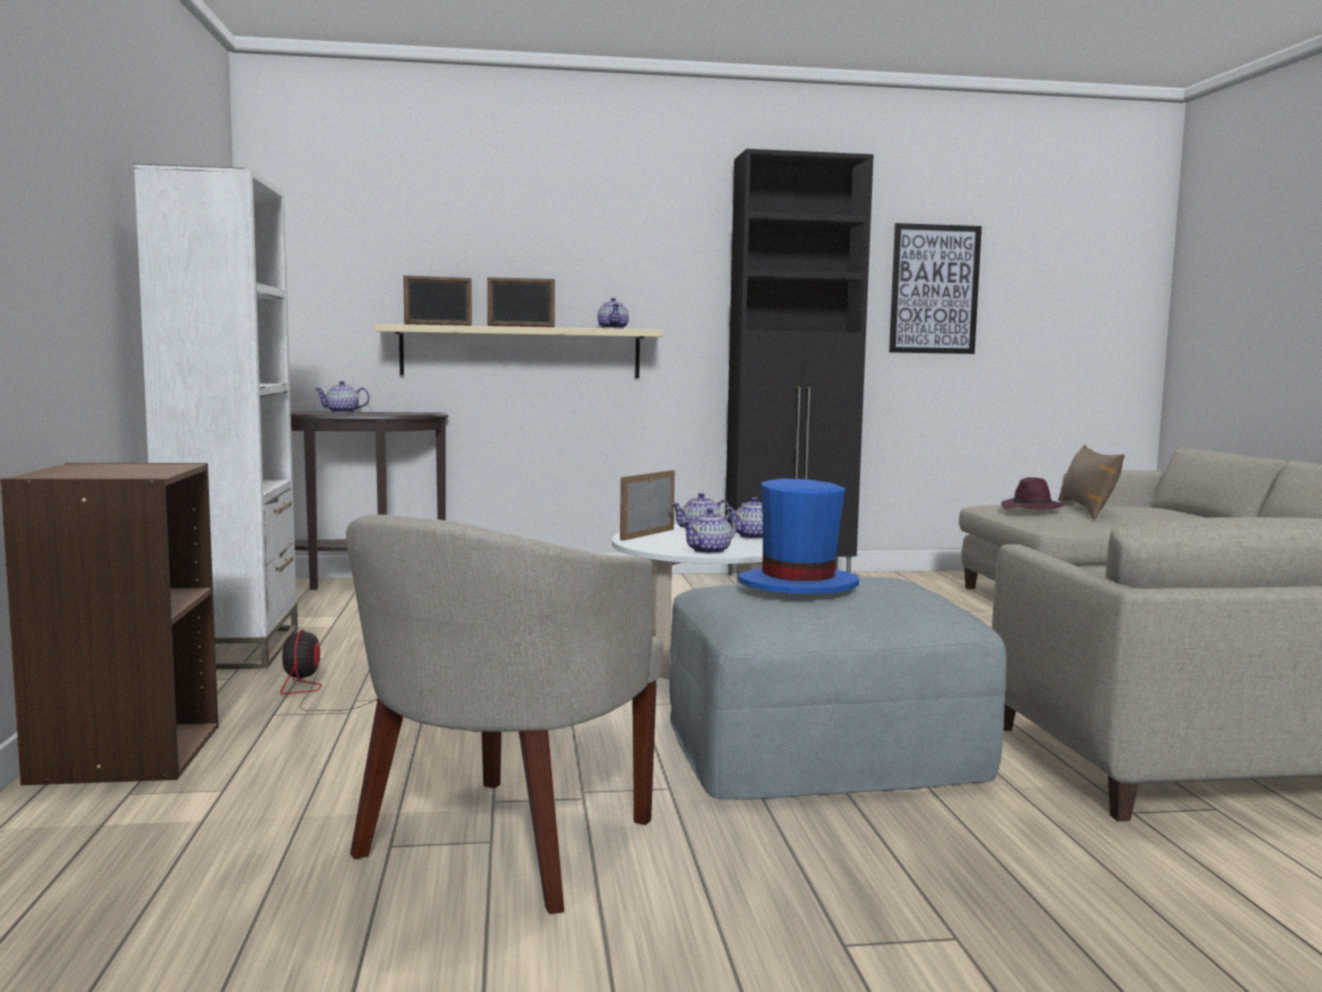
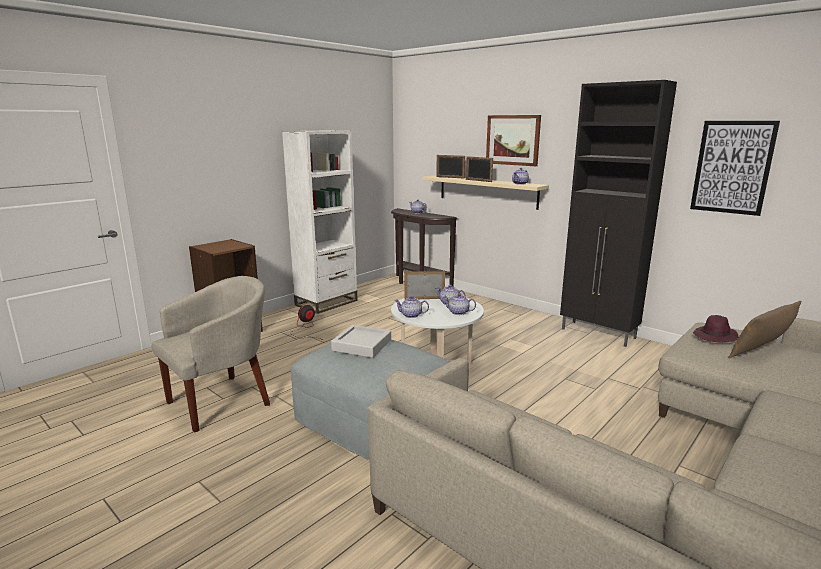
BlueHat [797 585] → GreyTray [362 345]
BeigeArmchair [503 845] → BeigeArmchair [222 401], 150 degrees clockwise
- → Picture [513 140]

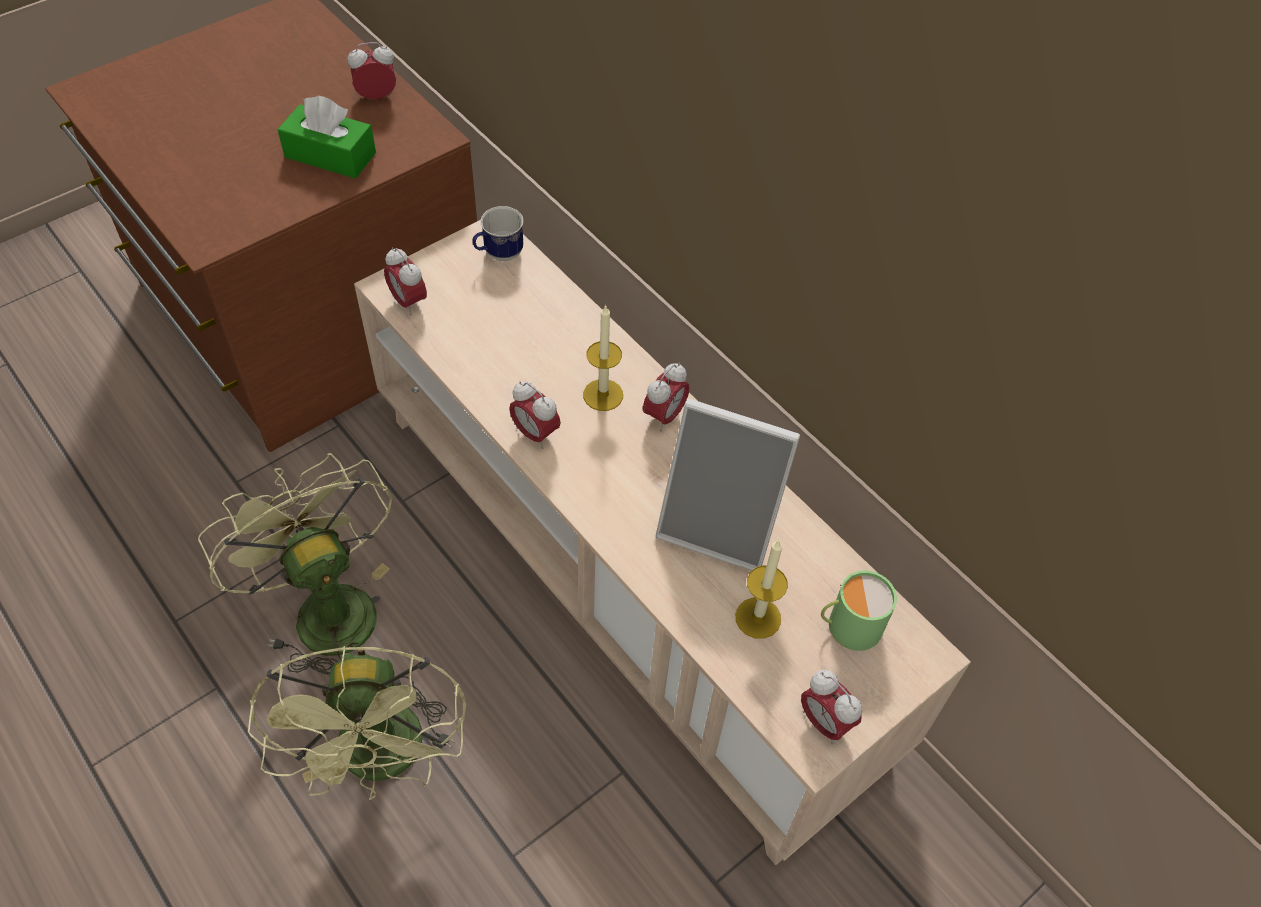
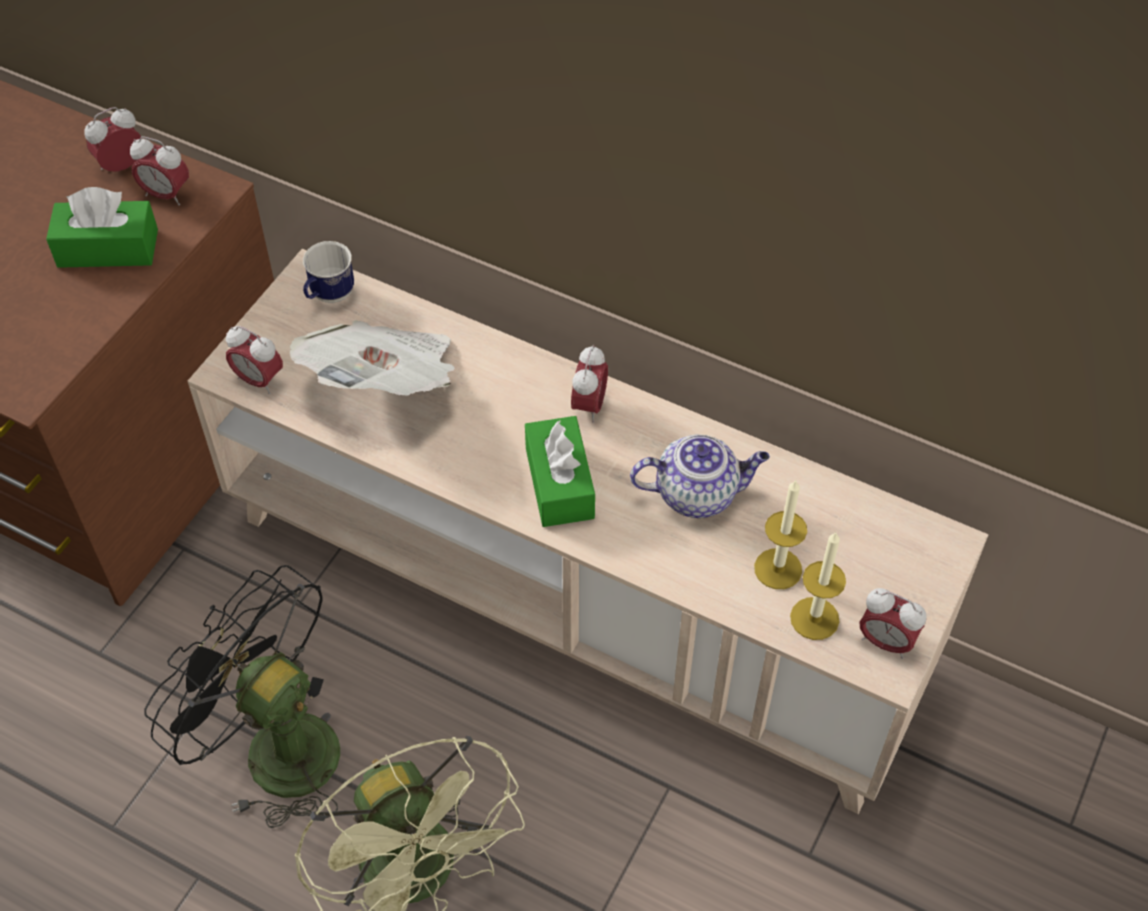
Candle [603 395] → Candle [814 618], moved
AlarmClock [535 434] → AlarmClock [166 195], moved
PictureFrame [720 525] → Teapot [698 493]
GreenFan [325 607] → BlackFan [274 747]
GreenMug [848 625] → -
- → Newspaper [385 383]
- → GreenTissueBox [559 483]

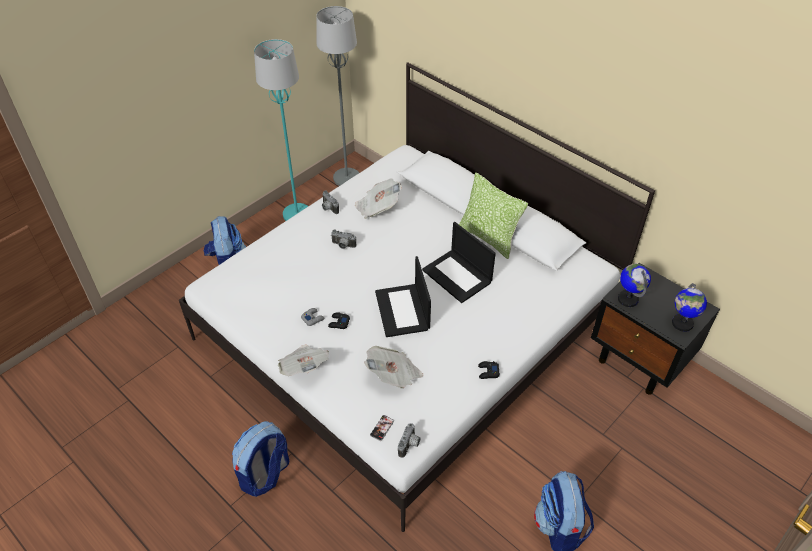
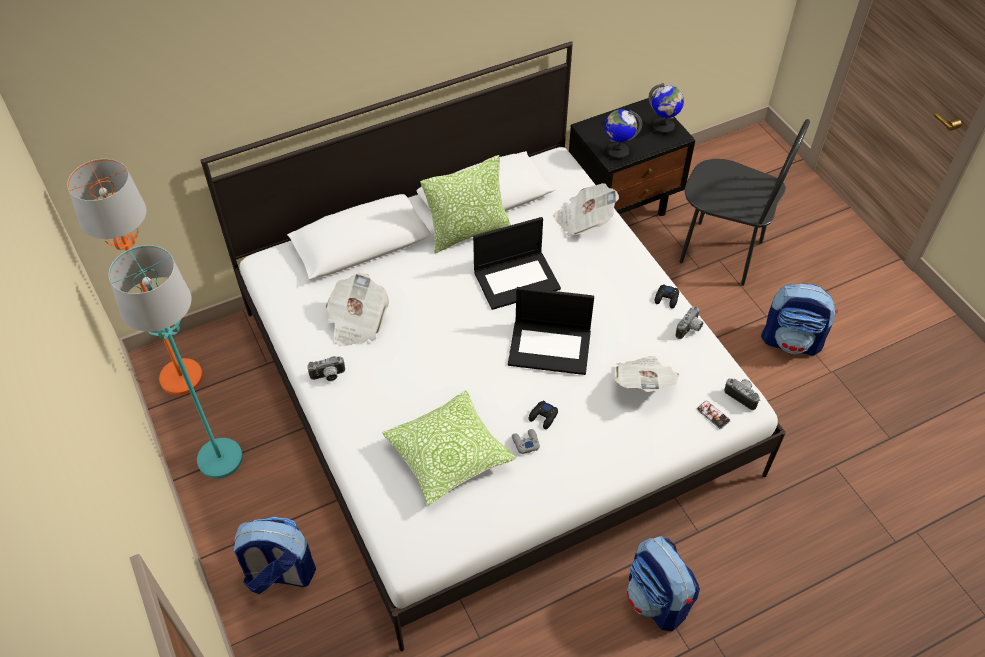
GreyFloorLamp [346 178] → OrangeFloorLamp [181 378]
PhotoCamera [343 246] → PhotoCamera [690 329], moved
Newspaper [304 368] → Newspaper [584 221], moved
- → BlackChair [721 252]
- → Pillow [448 455]

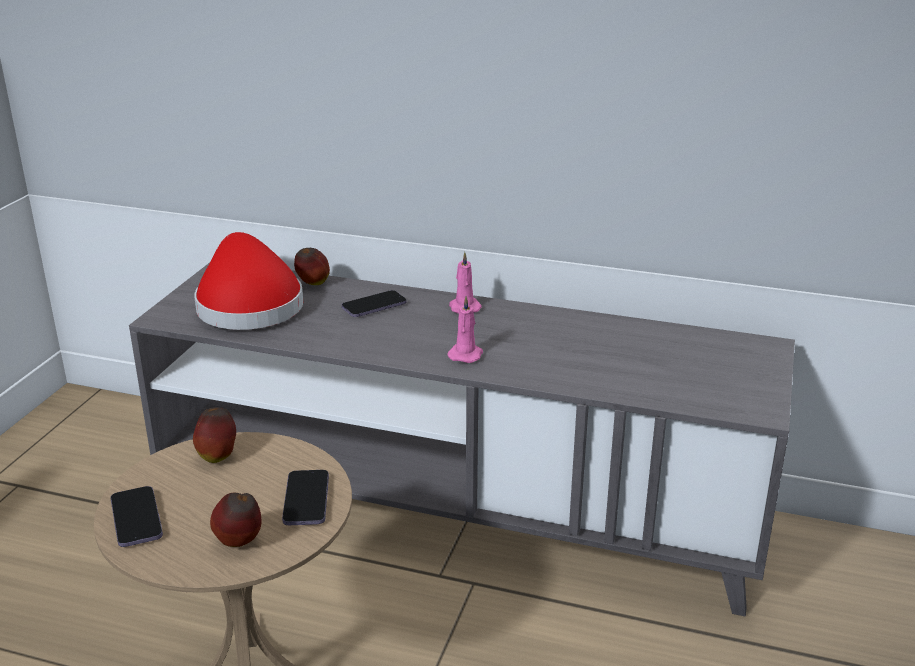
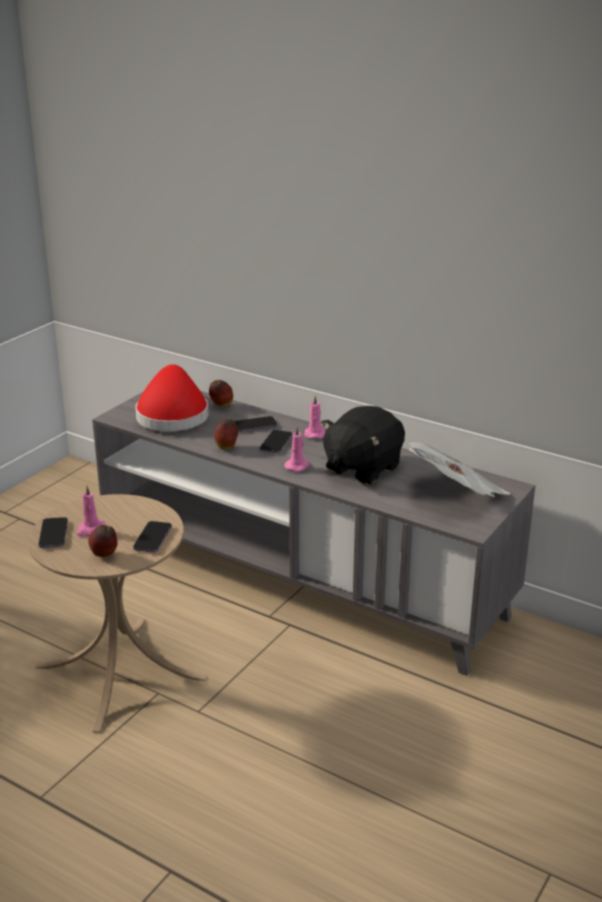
Apple [218 457] → Apple [227 447], moved
- → BlackPlushToy [361 468]
- → Phone [276 443]
- → Newspaper [457 494]
- → PinkCandle [90 530]

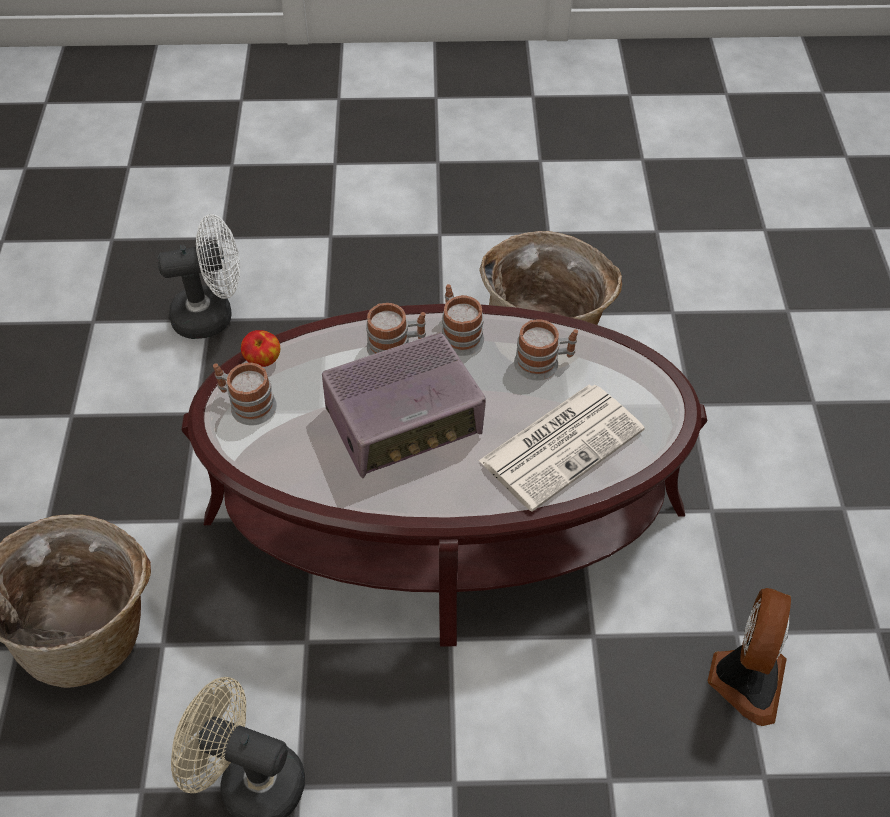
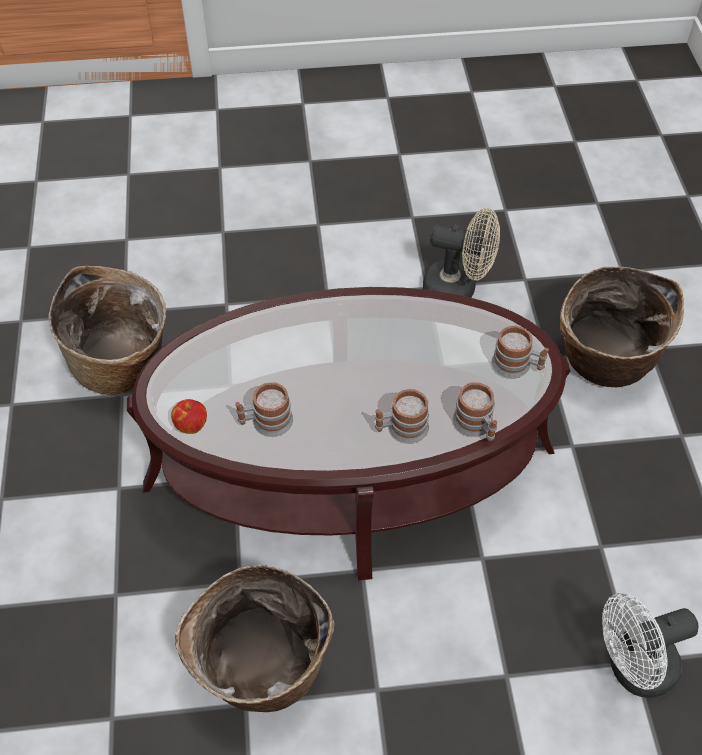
Mug [459 334] → Mug [476 426], moved
Apple [263 360] → Apple [191 425], moved
Radio [405 422] → -
Newspaper [562 444] → -
Fan [744 679] → Basket [123 365]

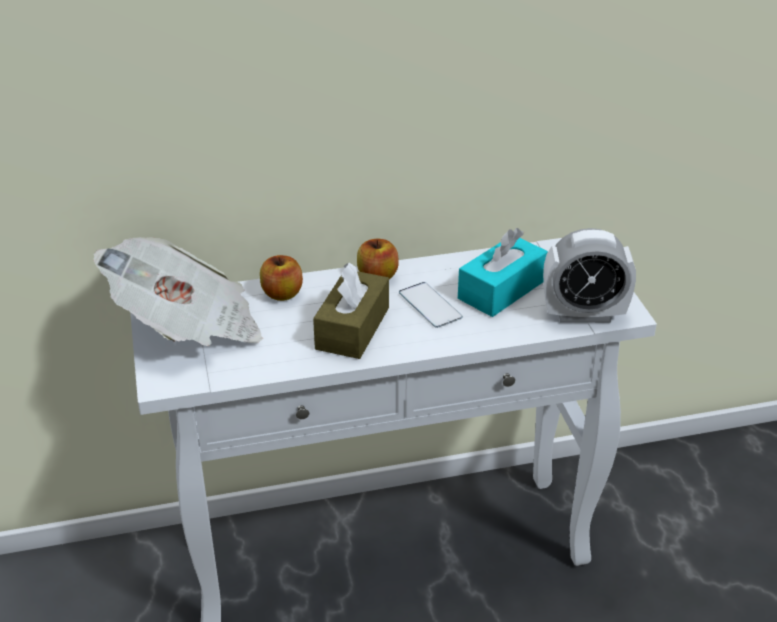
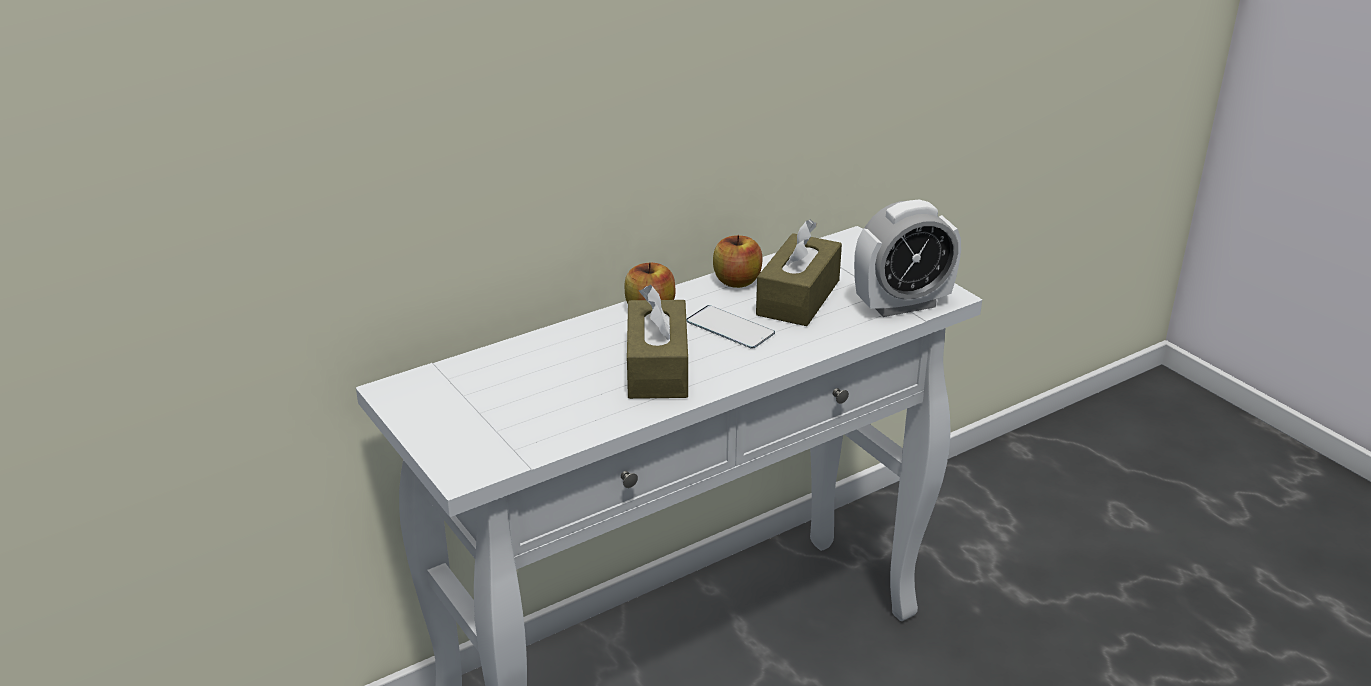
TurquoiseTissueBox [501 290] → BrownTissueBox [798 297]
Newspaper [188 327] → -
Apple [282 294] → Apple [737 281], moved

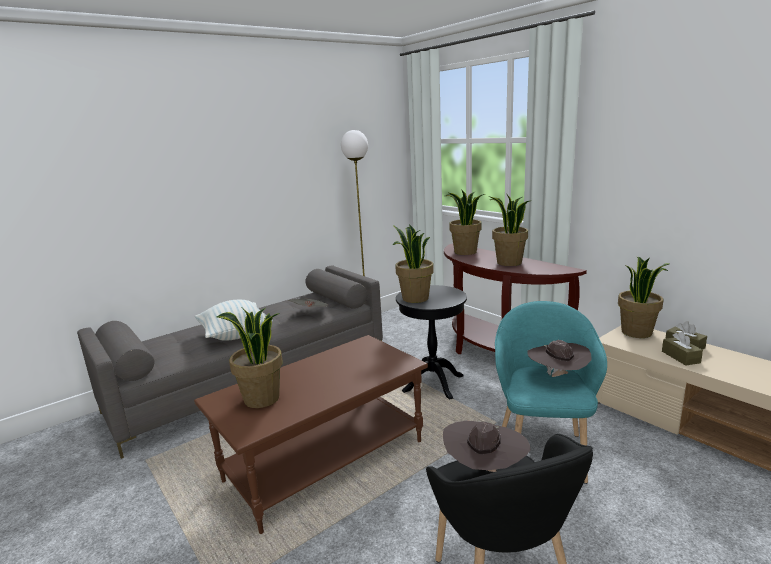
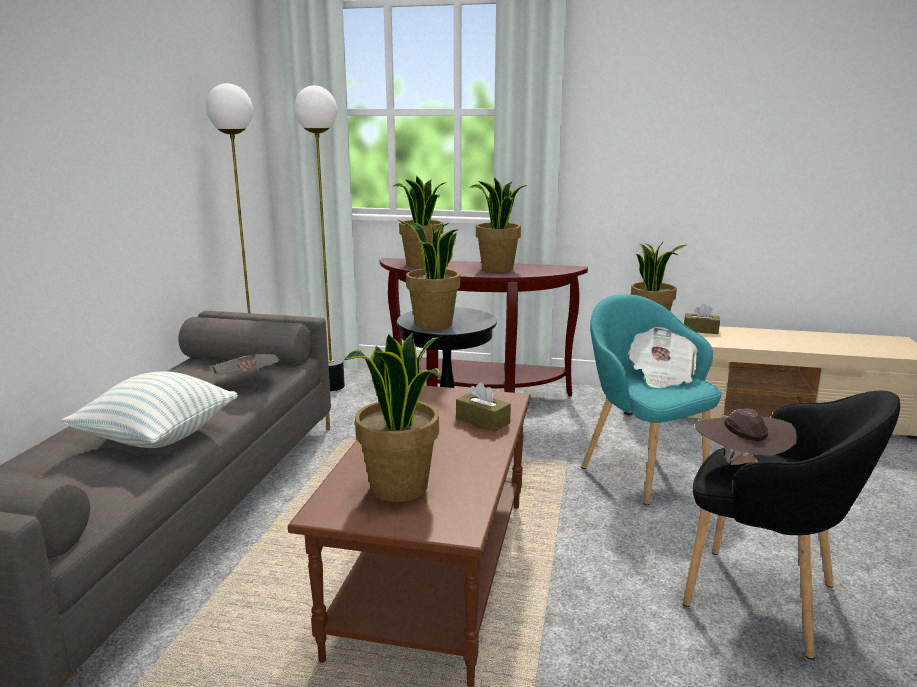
BrownTissueBox [680 357] → BrownTissueBox [482 421], moved
BrownHat [557 377] → Newspaper [660 376]
- → FloorLamp [332 386]

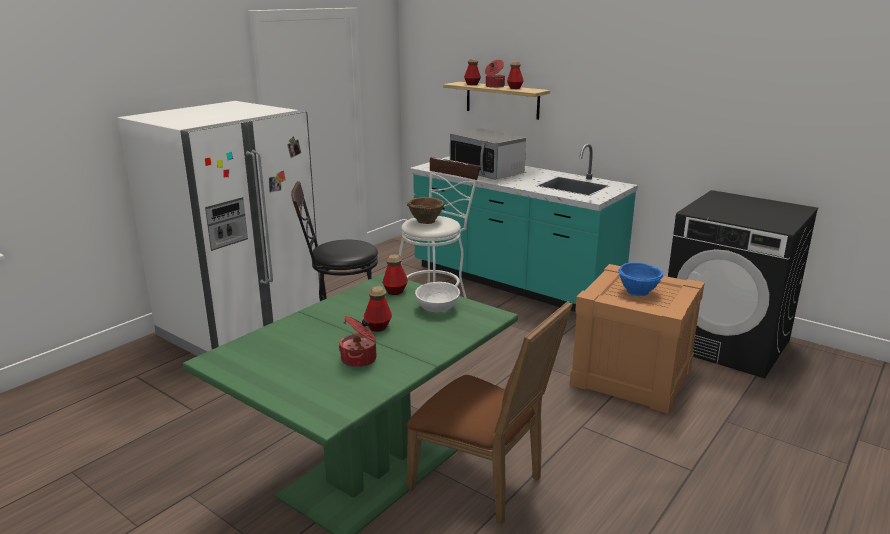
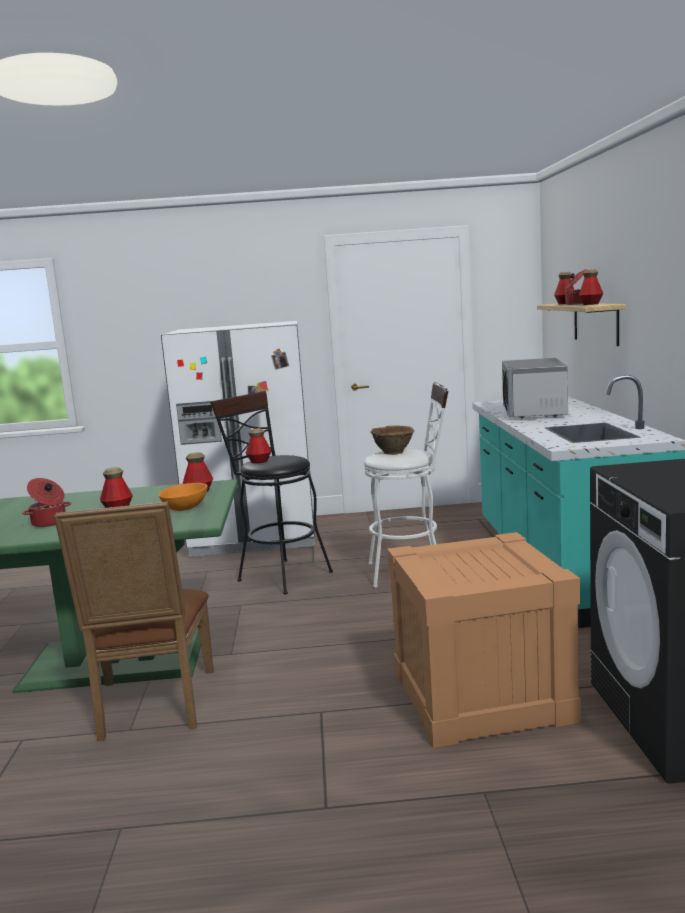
BlueBowl [638 292] → -
WhiteBowl [437 308] → OrangeBowl [185 508]
- → Bottle [259 461]

